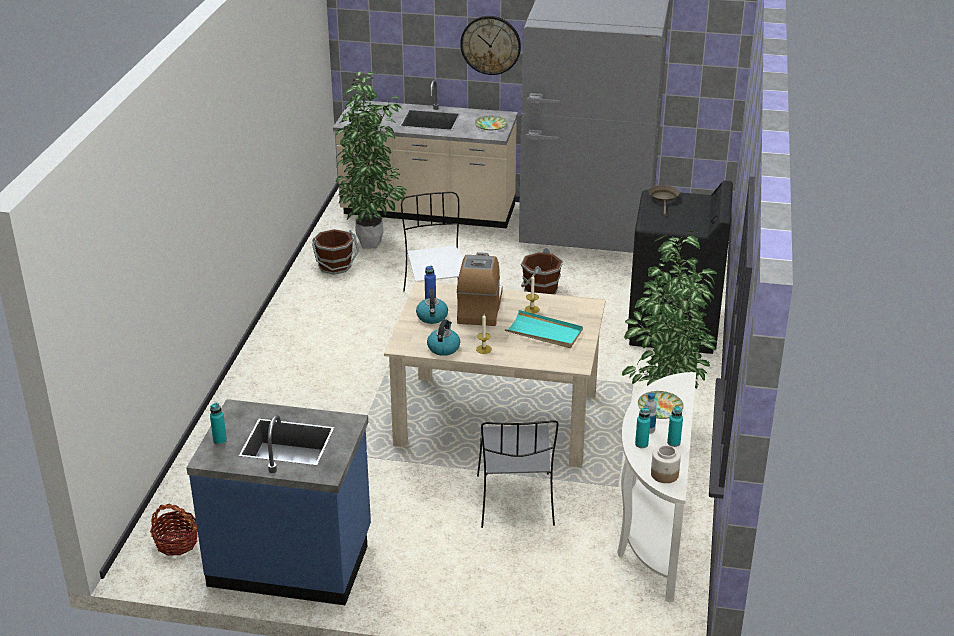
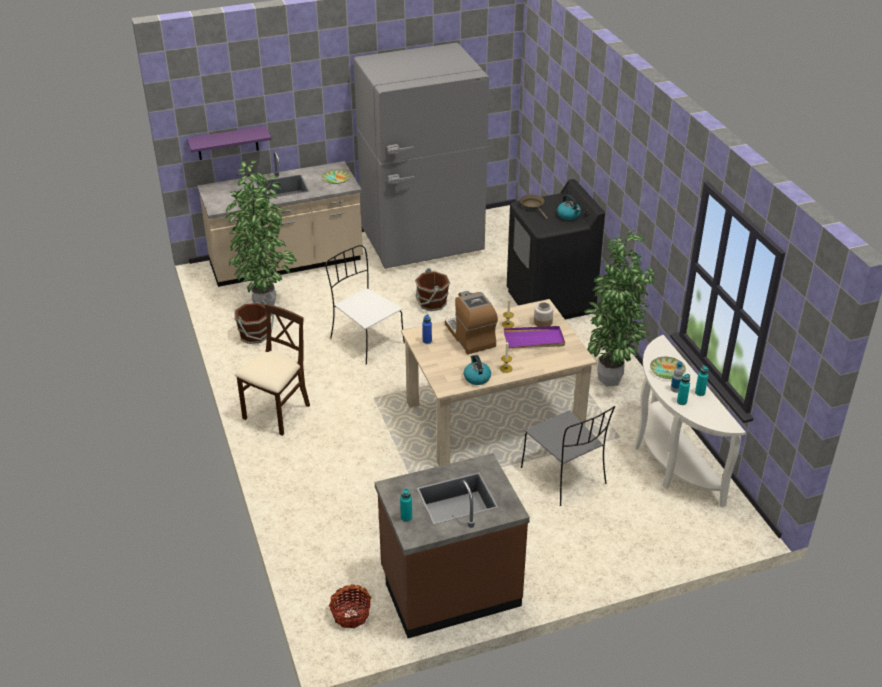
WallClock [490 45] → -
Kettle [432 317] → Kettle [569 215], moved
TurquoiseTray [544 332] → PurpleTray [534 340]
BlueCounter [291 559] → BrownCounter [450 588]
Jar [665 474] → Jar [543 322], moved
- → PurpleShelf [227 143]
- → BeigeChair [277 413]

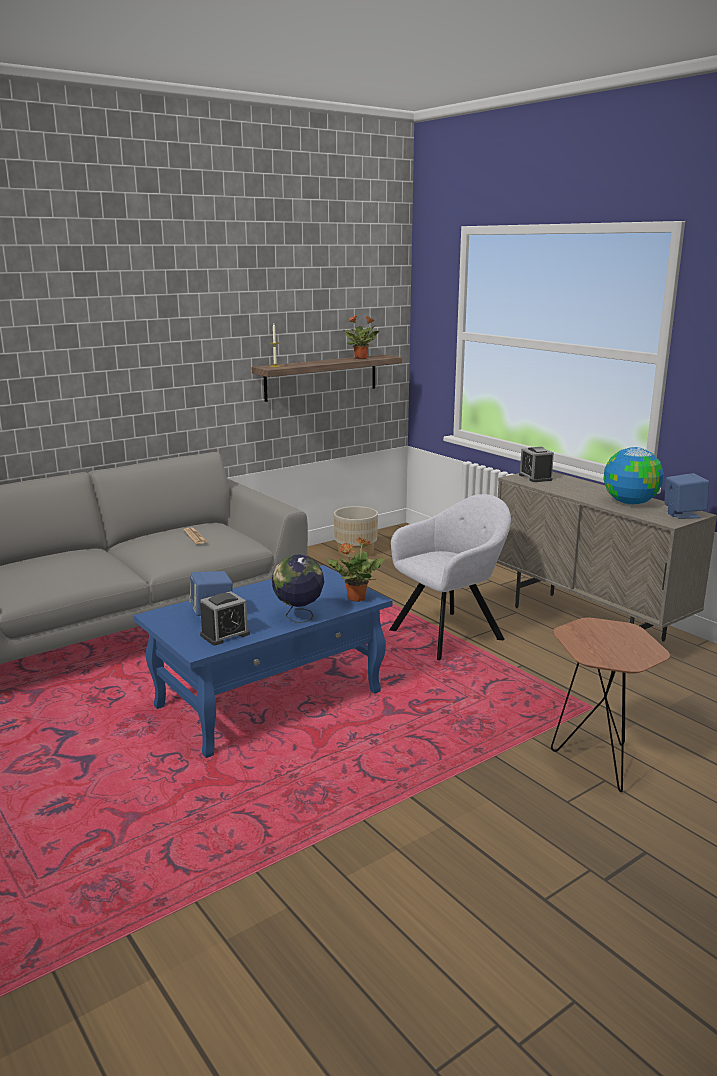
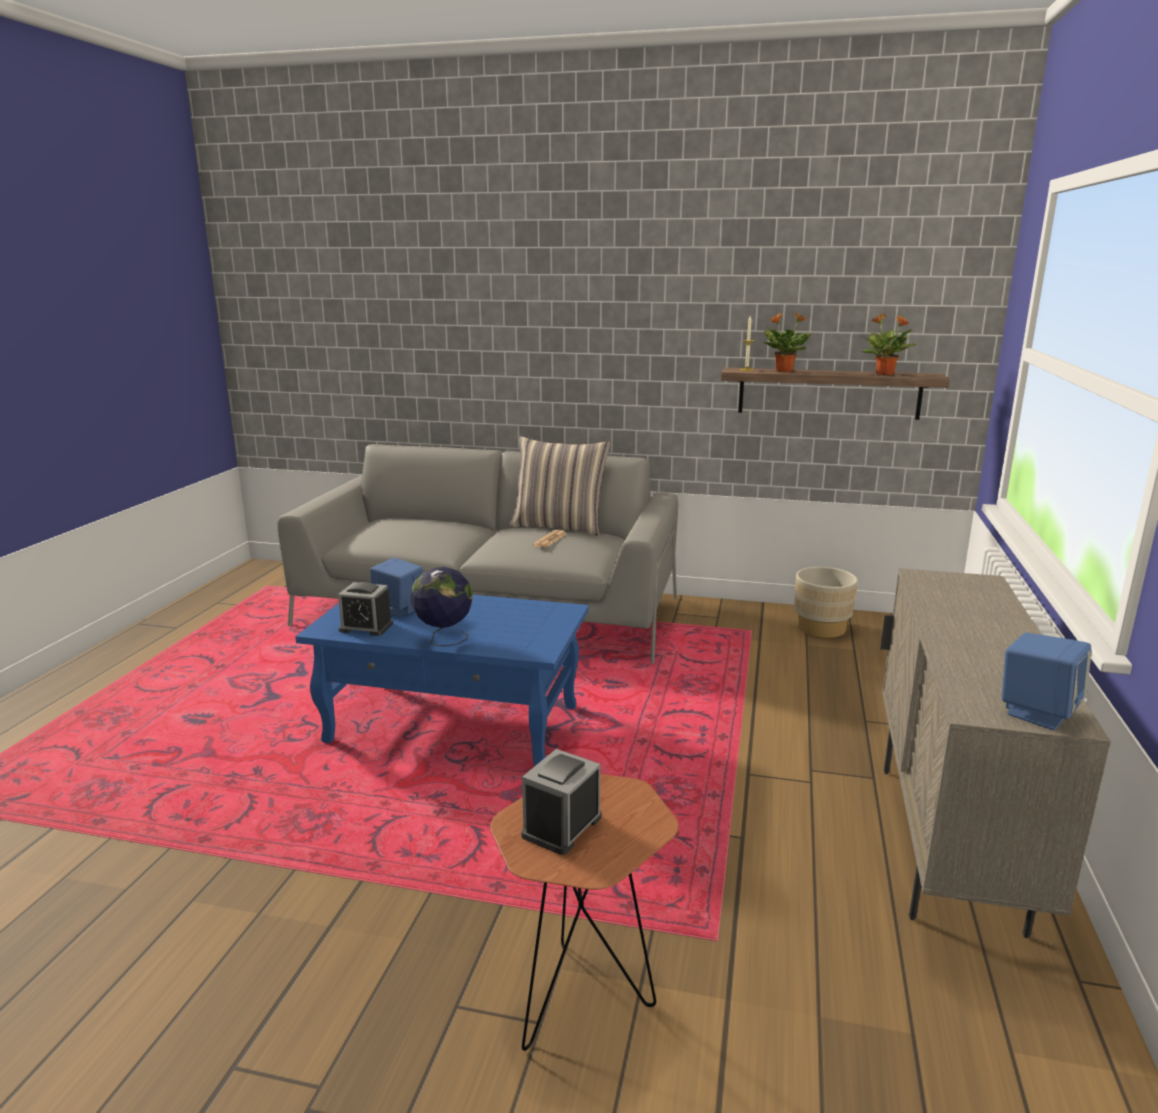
AlarmClock [535 477] → AlarmClock [562 826], moved
Globe [629 502] → -
GreyArmchair [450 633] → -
PottedPlant [355 598] → PottedPlant [783 371], moved
- → Pillow [559 527]

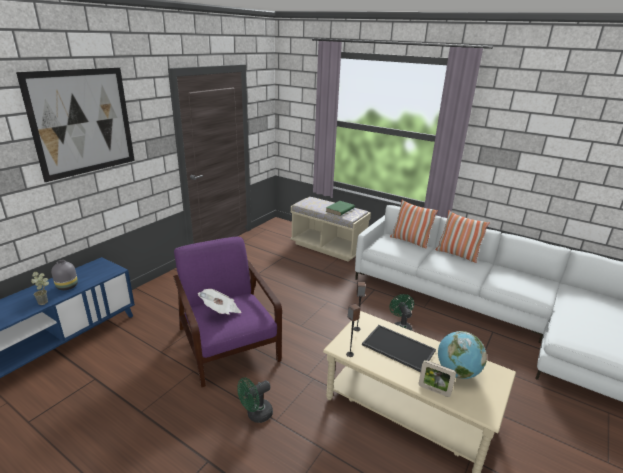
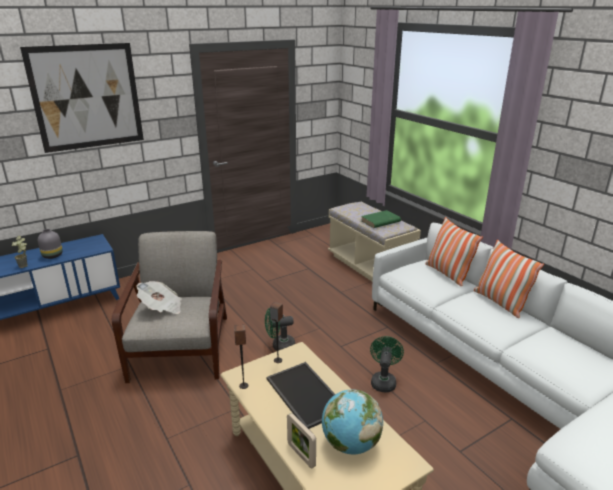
PurpleArmchair [227 343] → GreyArmchair [181 346]
GreenFan [256 415] → GreenFan [279 346], moved

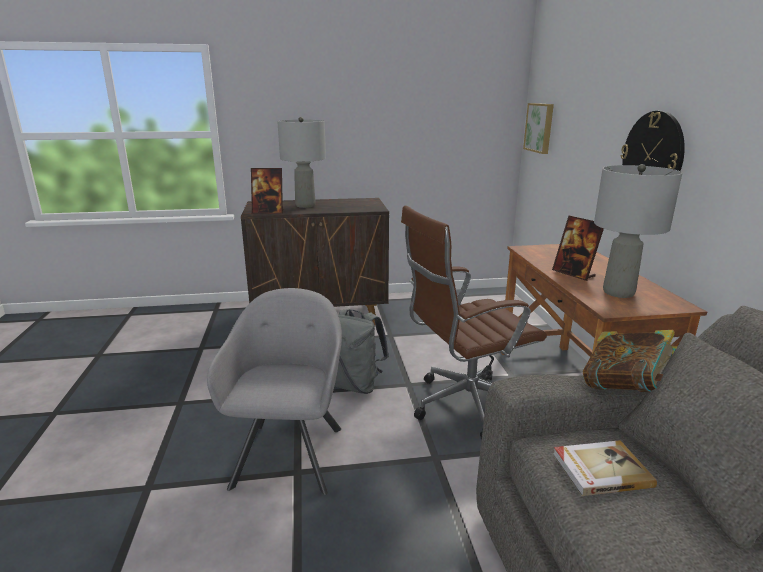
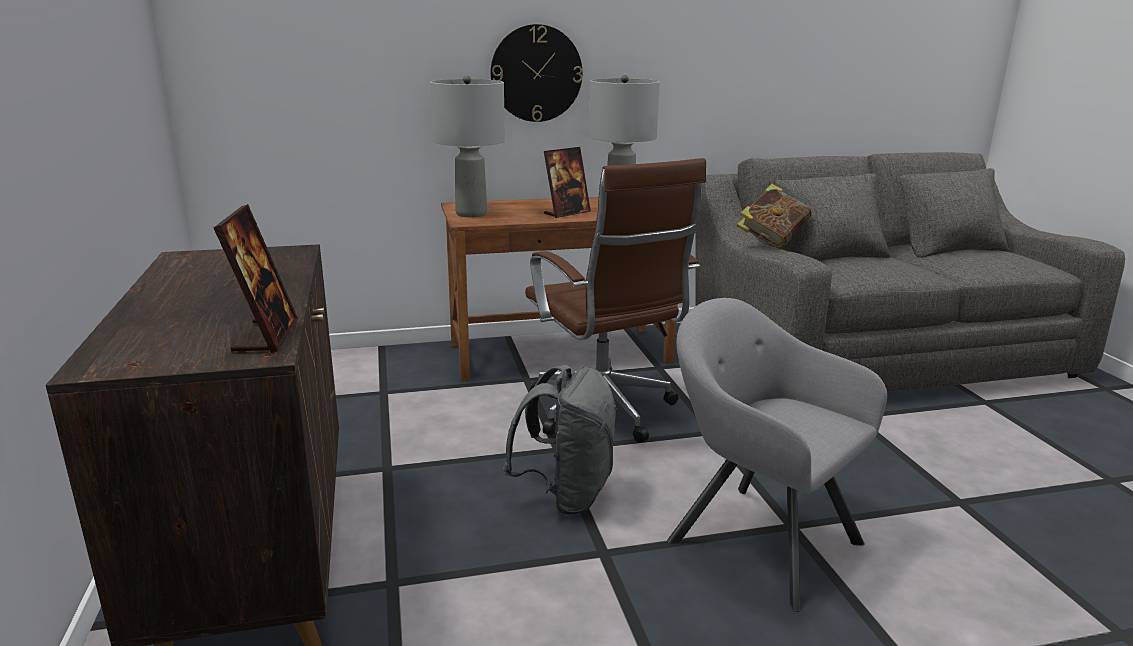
Picture [540 127] → -
GreyTableLamp [305 205] → GreyTableLamp [471 214], moved
GreyArmchair [290 452] → GreyArmchair [756 538], 45 degrees clockwise
Book [600 470] → -

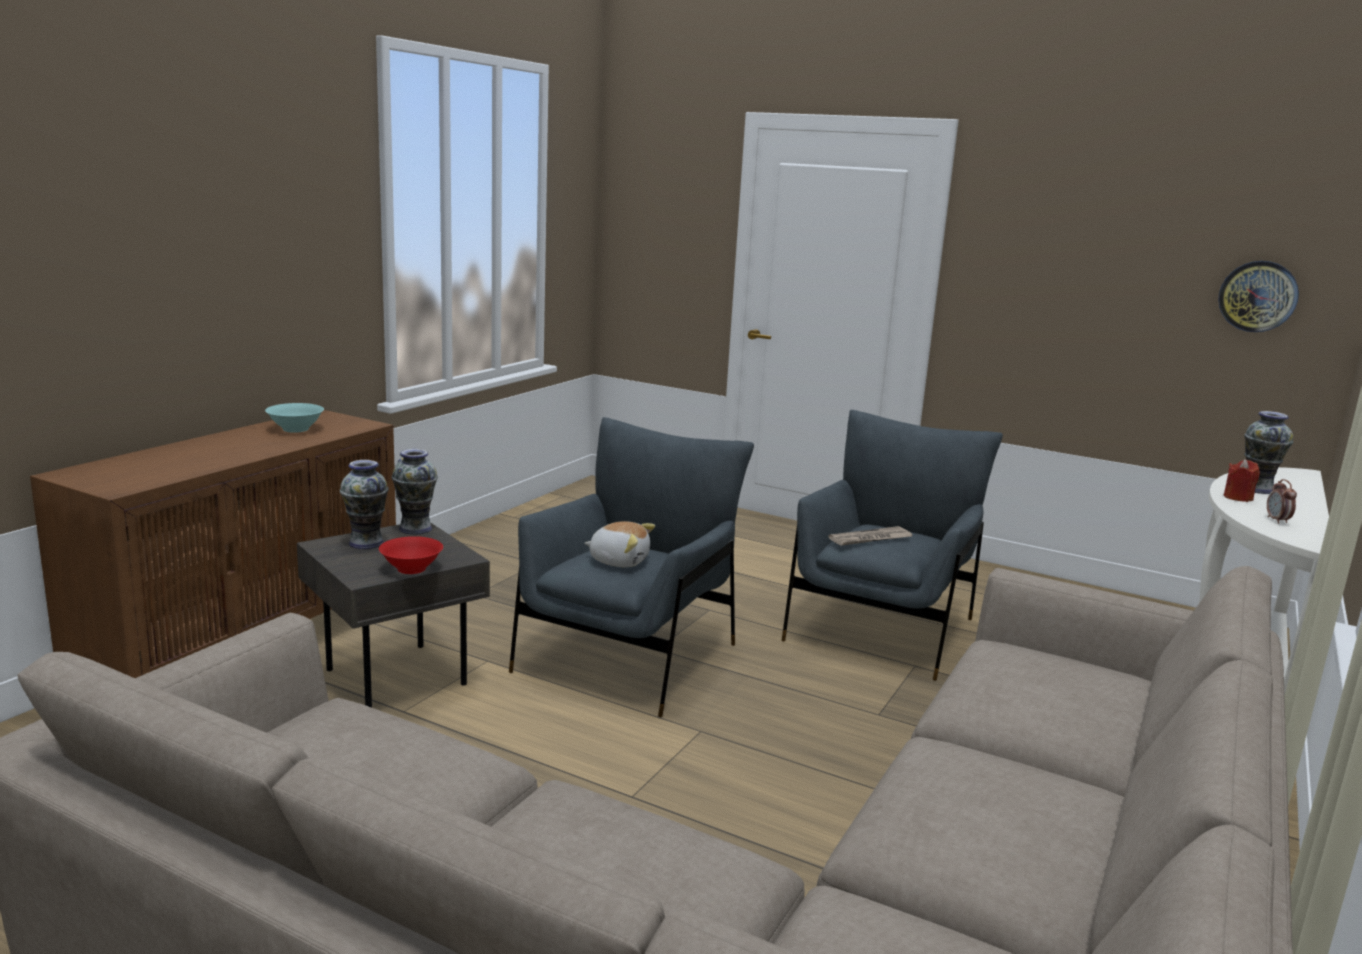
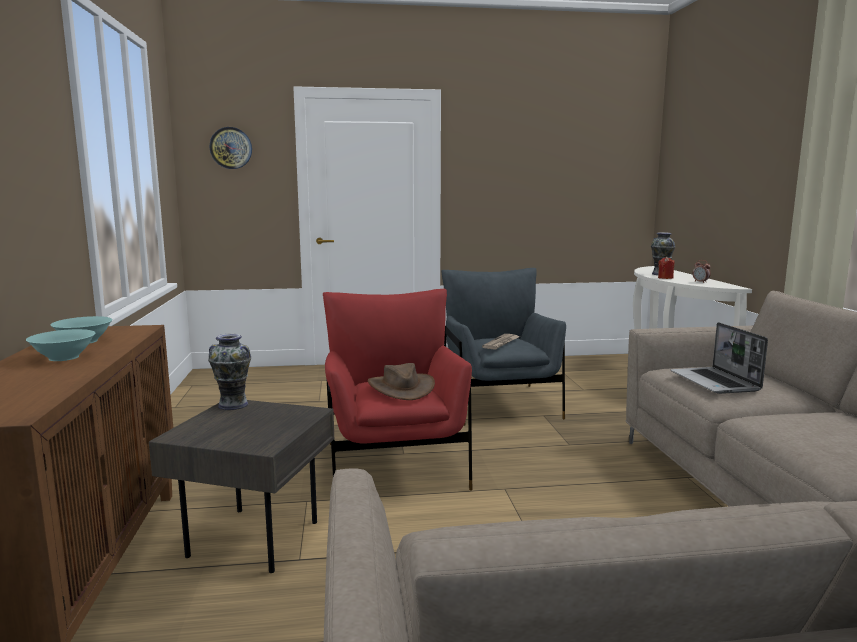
WallClock [1257 296] → WallClock [231 148], moved
GreyArmchair [628 657] → RedArmchair [395 464]
Vase [367 543] → -
PlushToy [619 560] → BrownHat [401 388]
RedBowl [412 569] → -
- → Laptop [715 382]
- → TurquoiseBowl [64 357]

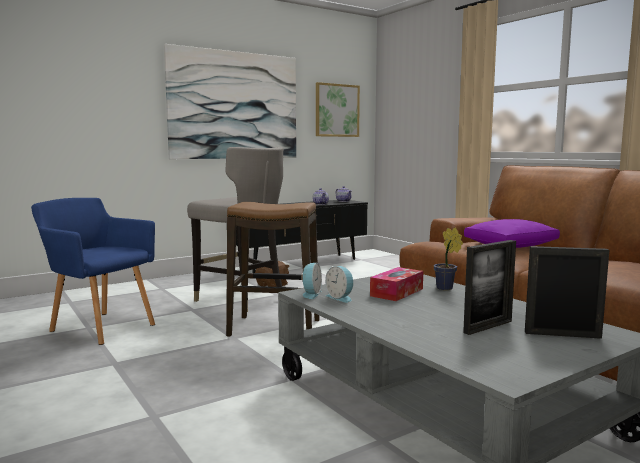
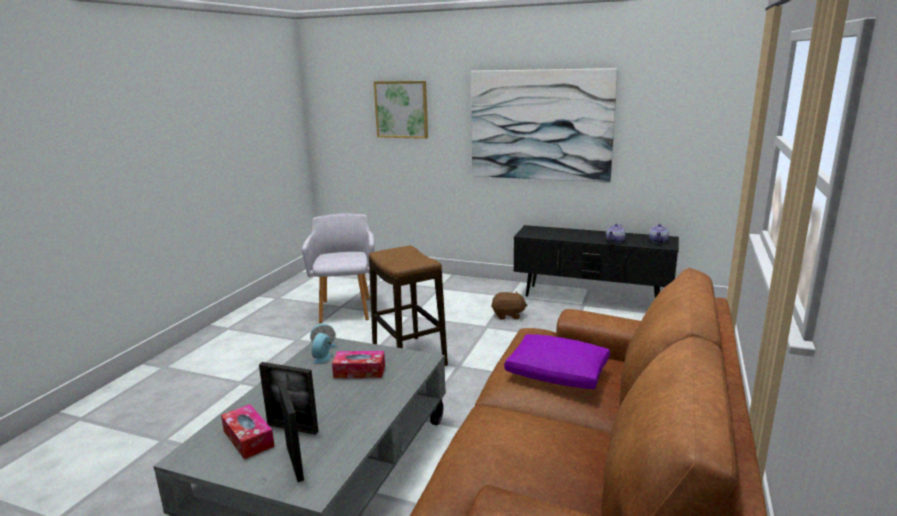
Picture [336 110] → Picture [401 109], moved
GreyStool [241 300] → -
BlueArmchair [100 326] → GreyArmchair [346 308]
PottedPlant [446 288] → -
- → TissueBox [248 438]

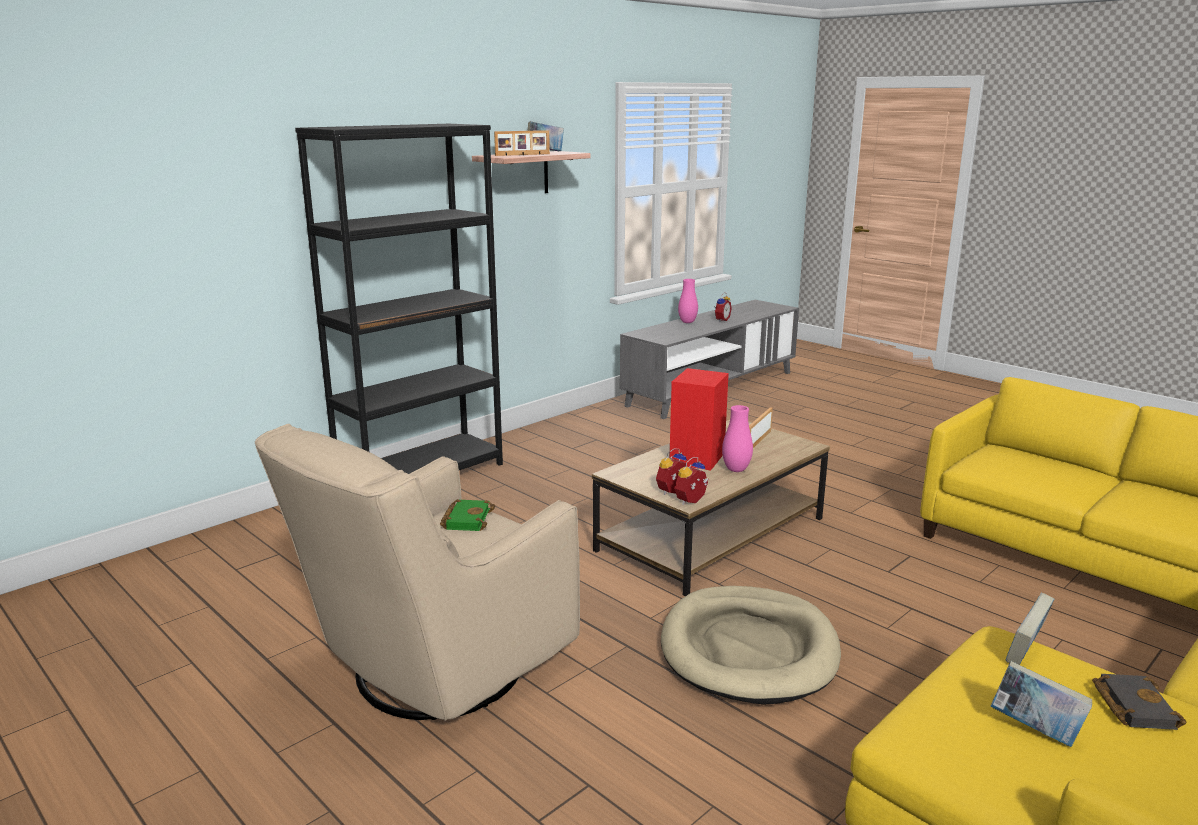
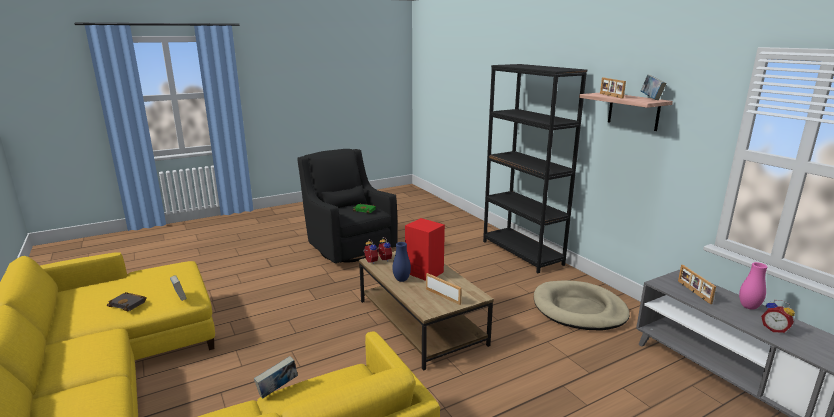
PinkVase [736 470] → BlueVase [401 280]
BeigeArmchair [433 671] → BlackArmchair [348 249]
BeigeDogBed [749 649] → BeigeDogBed [579 309], moved
Book [1035 730] → Book [278 390], moved
- → PictureFrame [693 292]

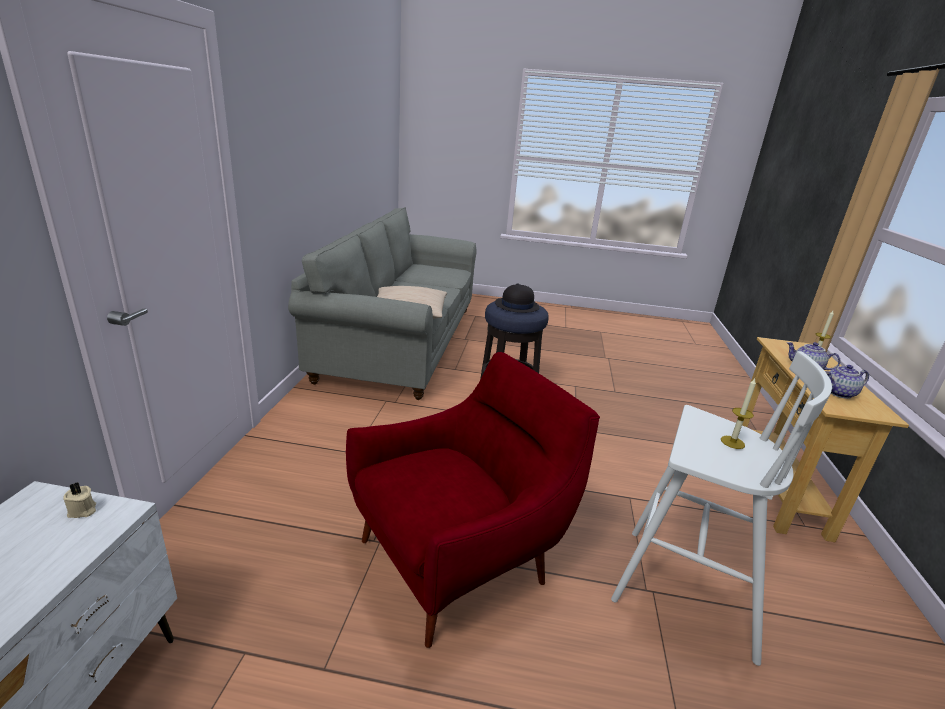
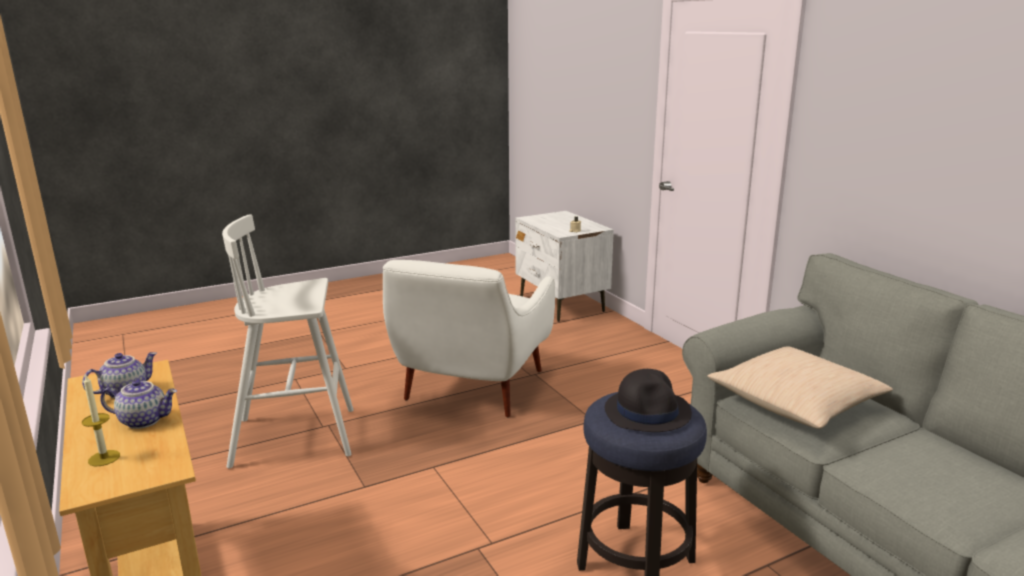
RedArmchair [459 558] → WhiteArmchair [471 388]
Candle [732 442] → -

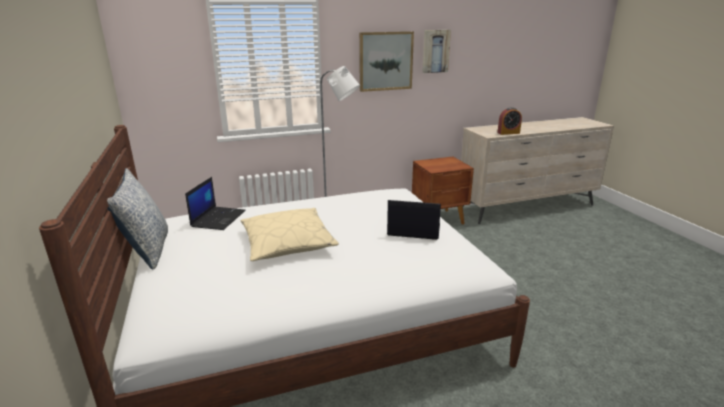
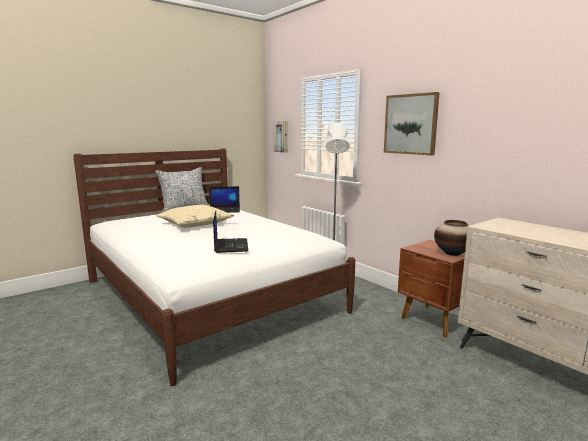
Picture [435 51] → Picture [281 136], moved
AlarmClock [508 133] → -
- → Vase [452 253]

